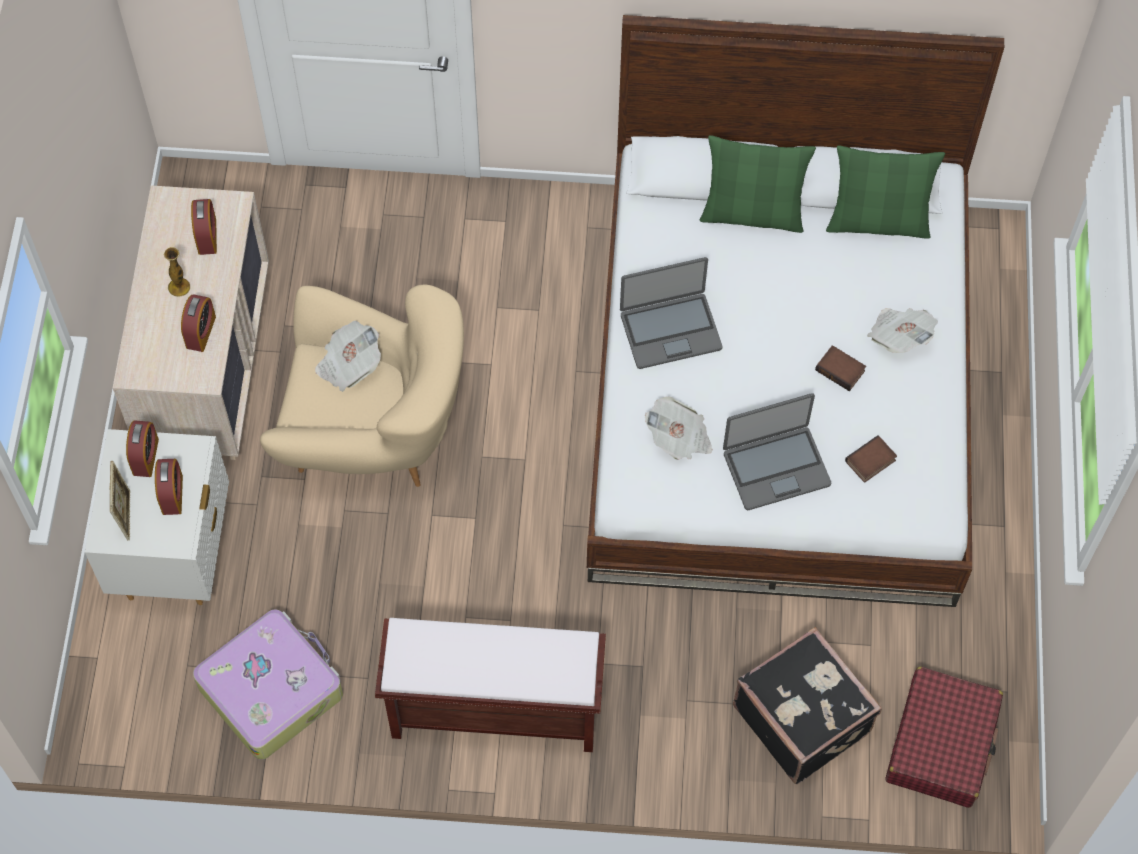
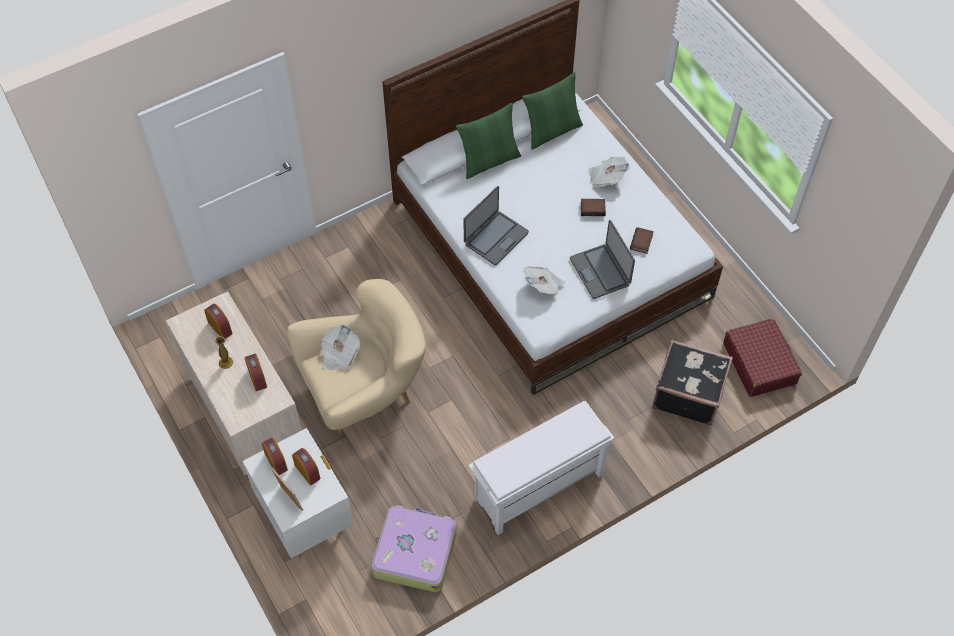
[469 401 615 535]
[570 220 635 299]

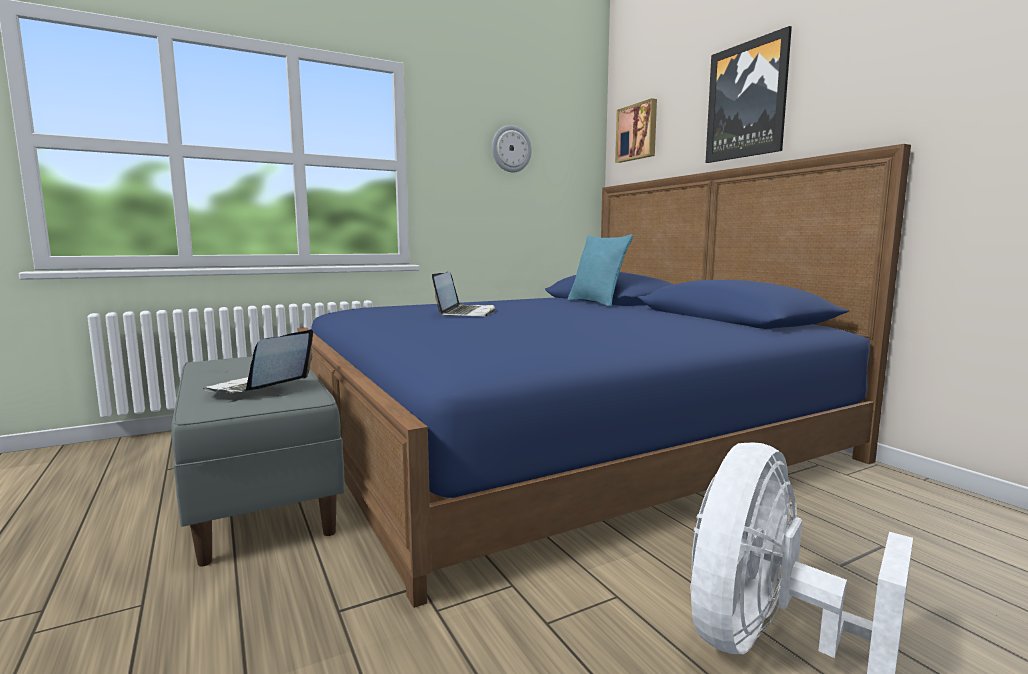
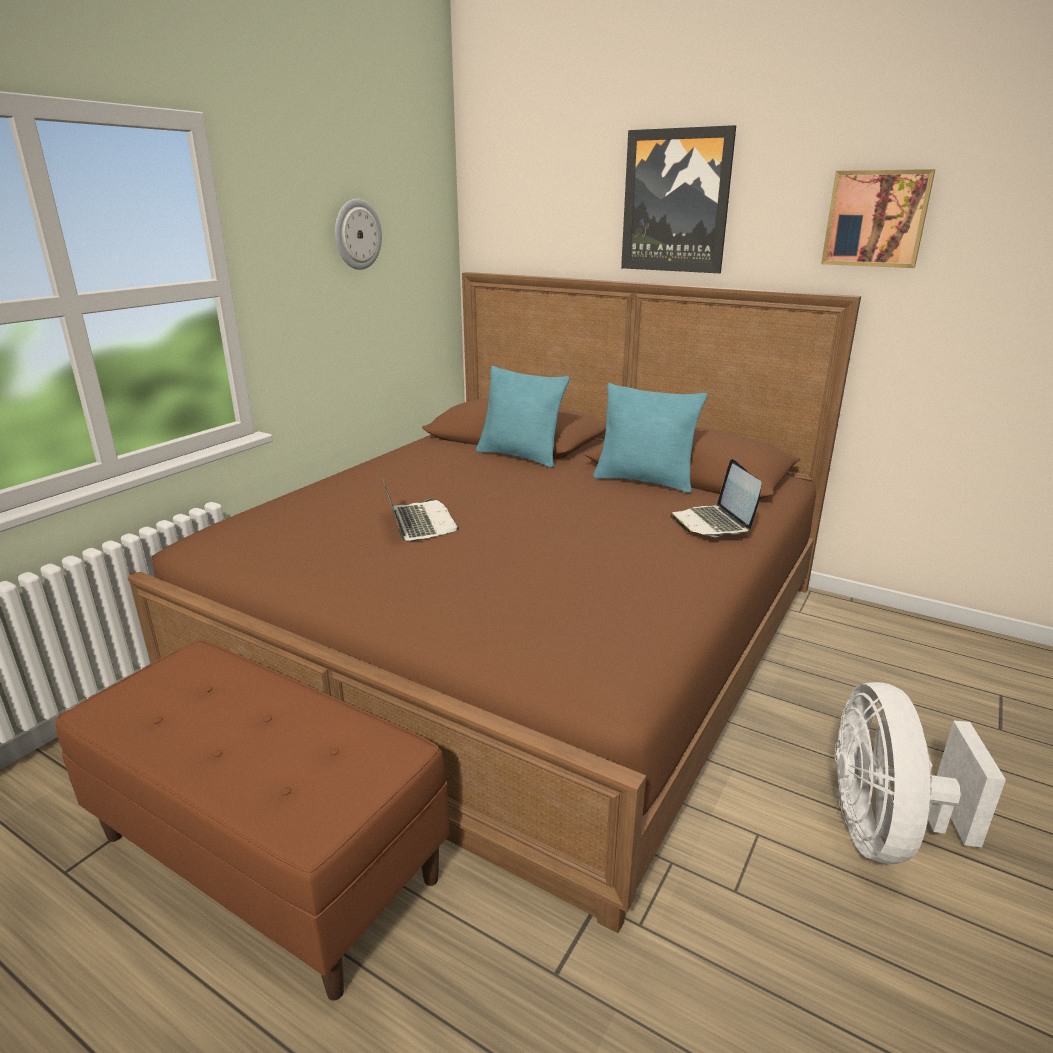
[593 383 707 493]
[670 459 762 537]
[821 169 935 268]
[56 640 450 1001]
[128 272 861 933]

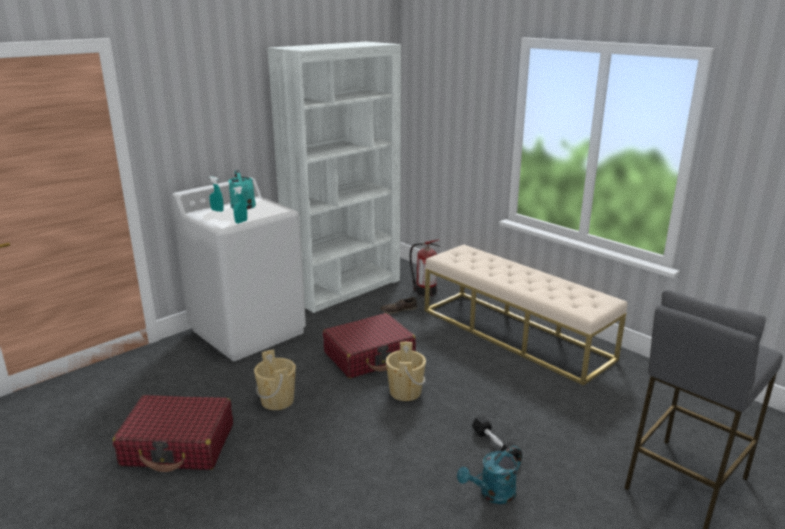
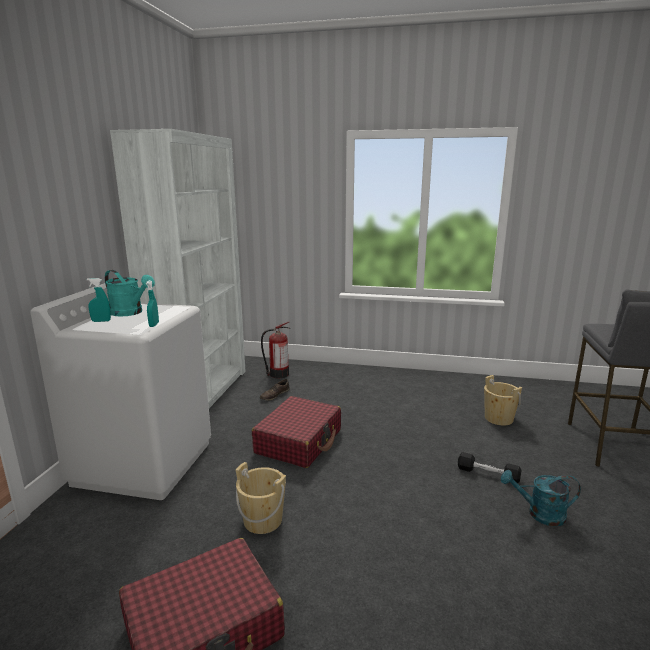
[425 245 627 386] (first image)
[484 375 522 425]
[501 470 581 526]

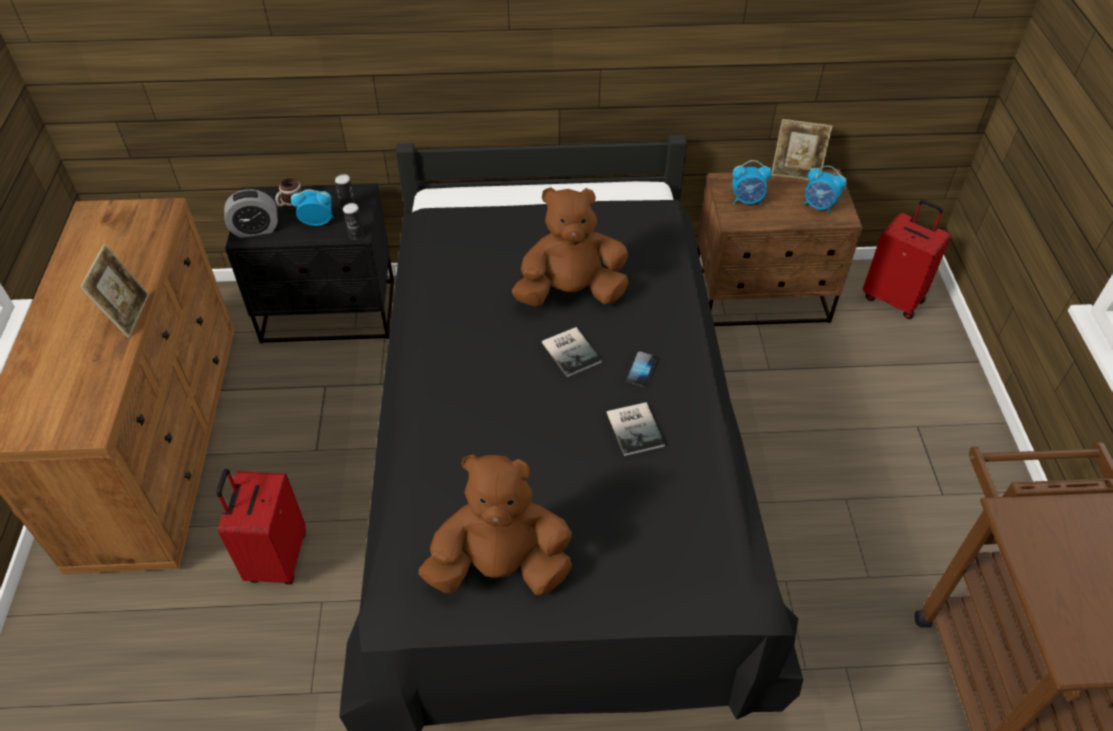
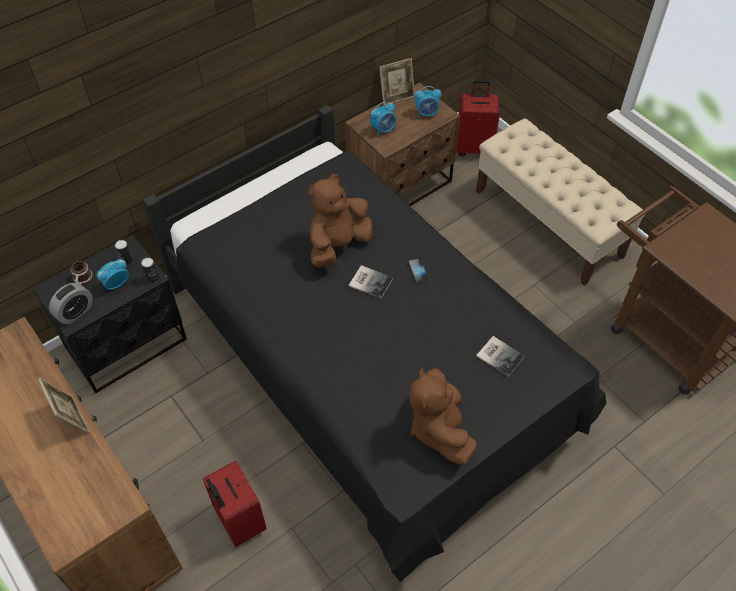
[476 118 646 286]
[476 336 525 377]
[409 368 477 465]

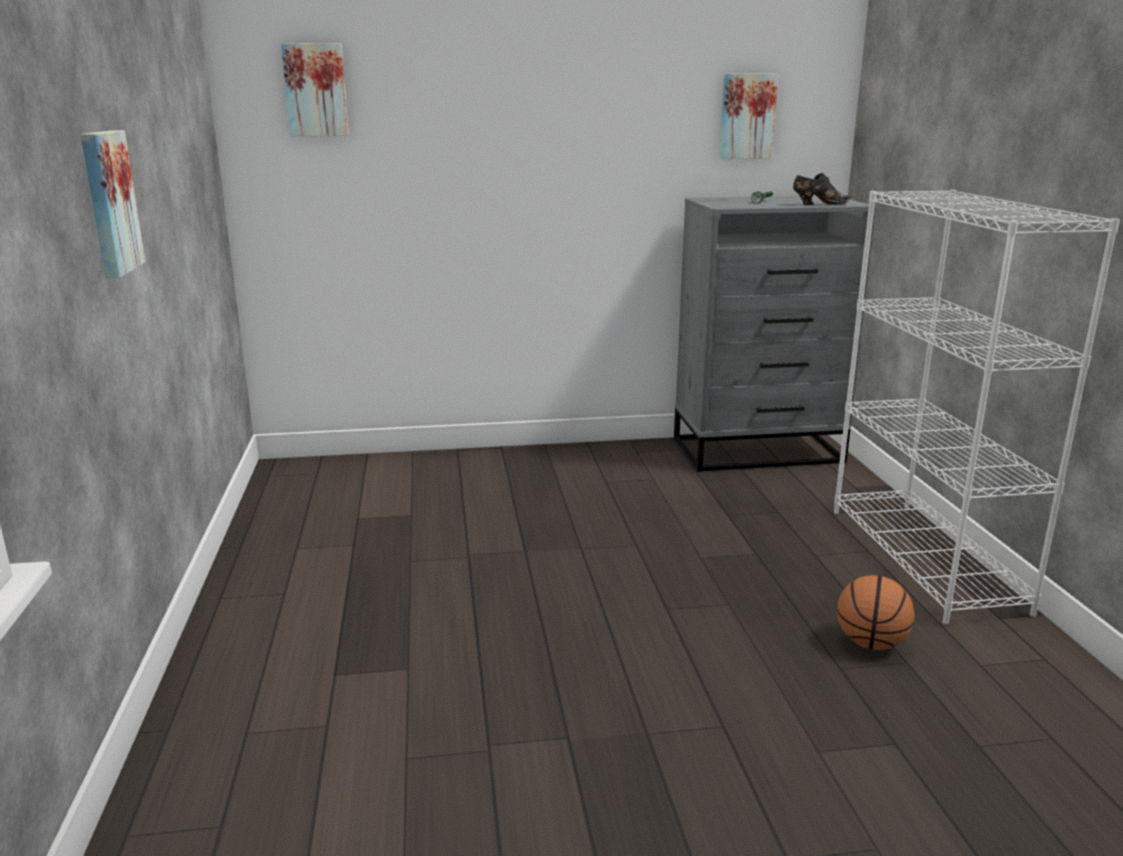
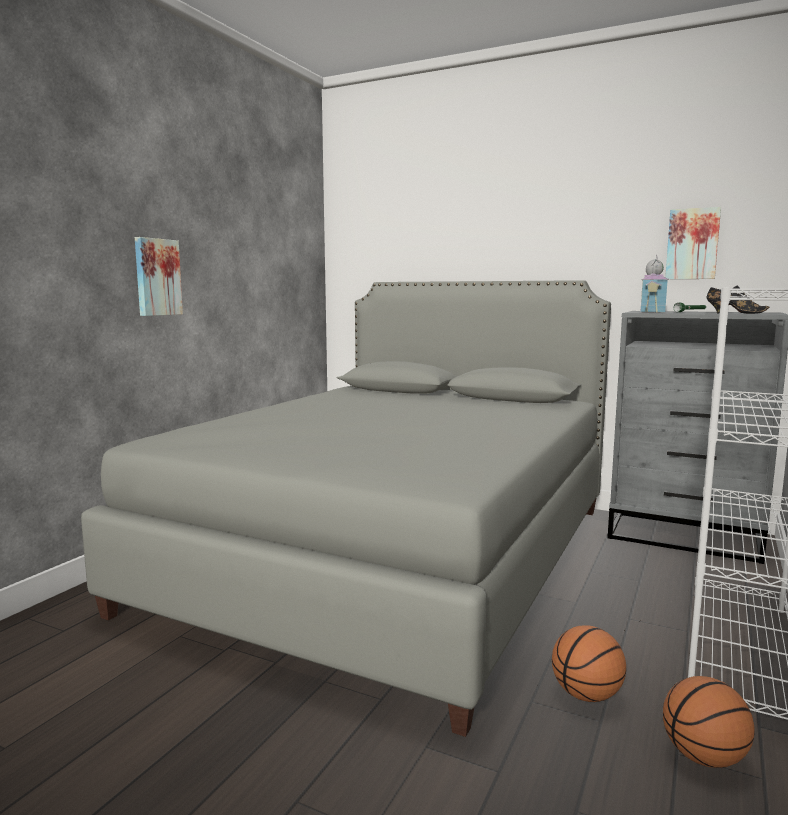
[281 43 349 136] (first image)
[81 280 611 737]
[640 255 669 313]
[663 676 755 768]

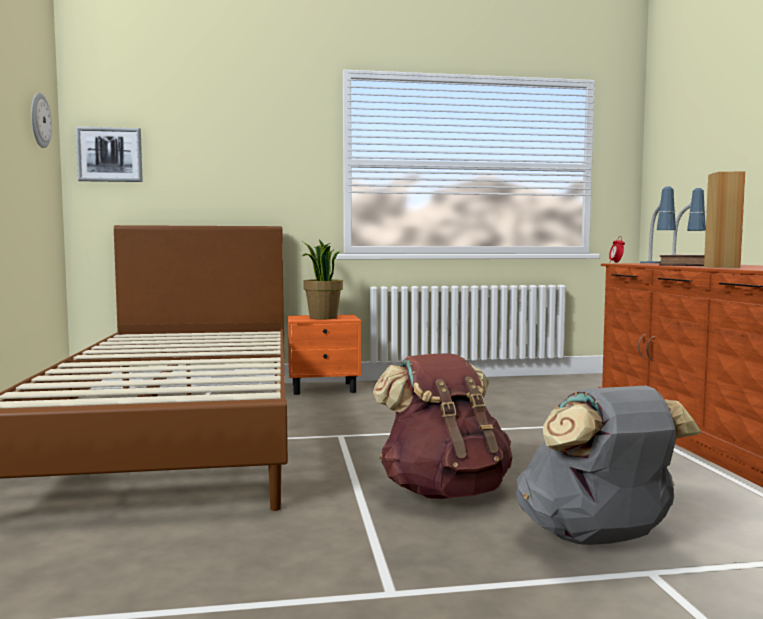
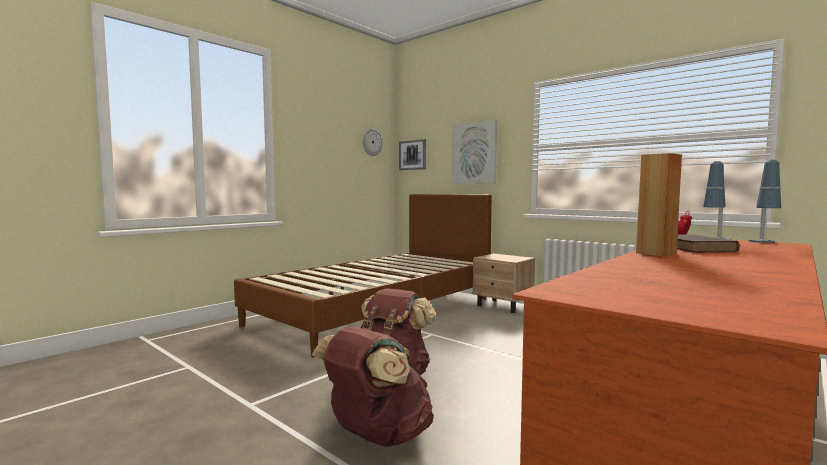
[302 239 343 319] (first image)
[452 120 497 184]
[473 254 535 313]
[312 327 434 447]

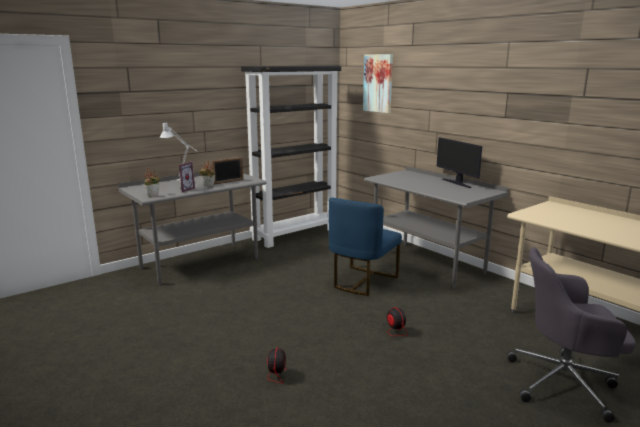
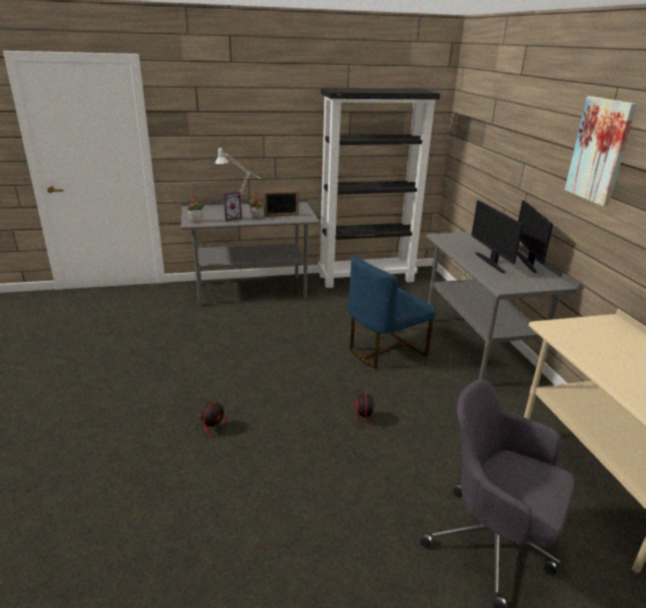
[471 200 523 273]
[565 96 637 206]

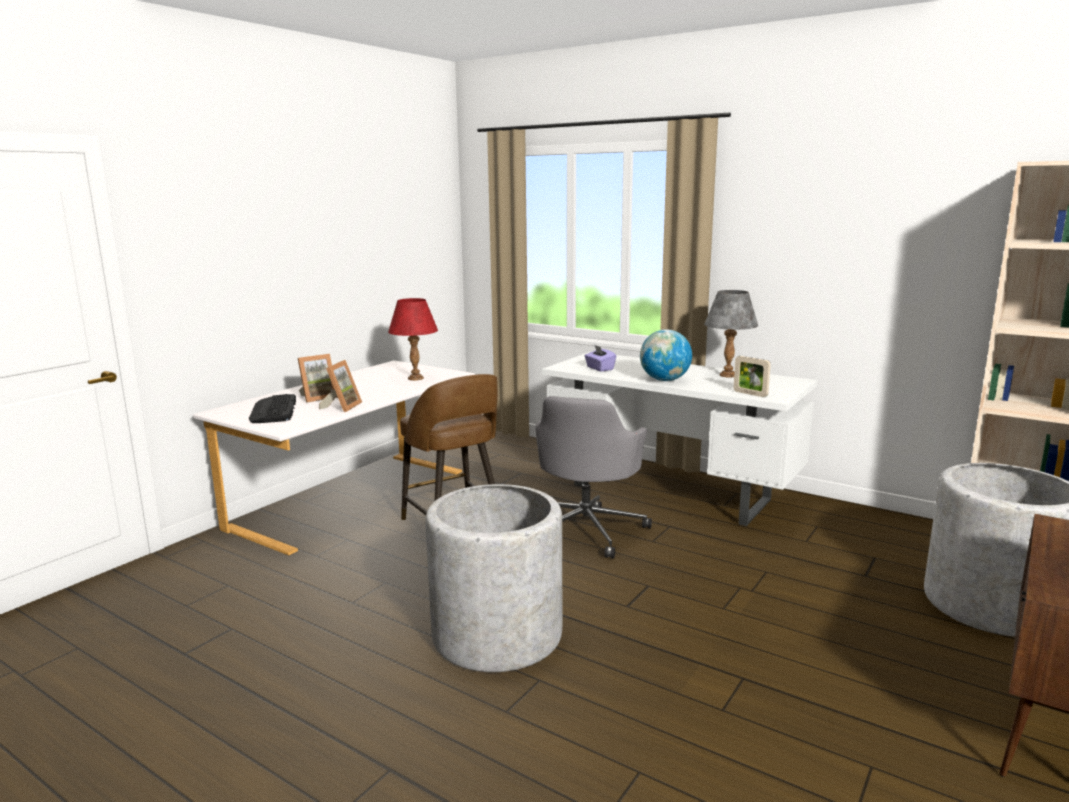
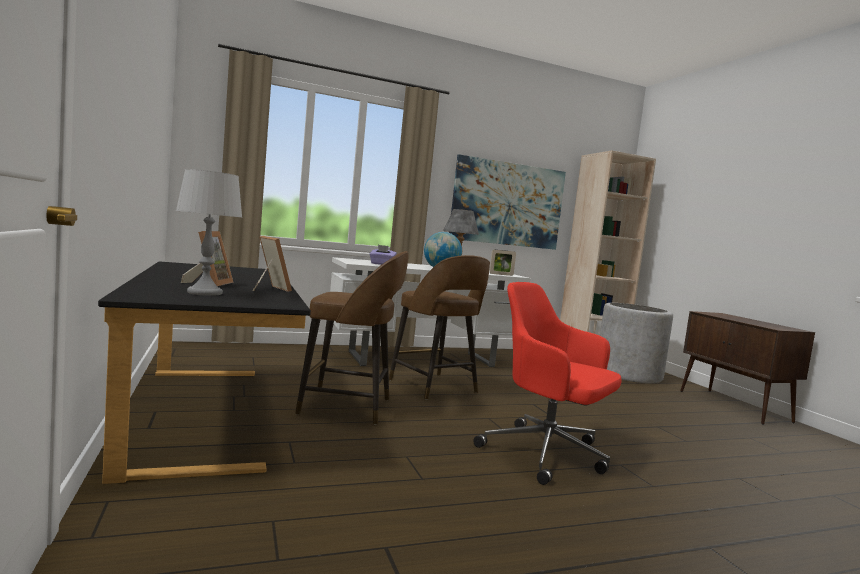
[388 298 438 380] (first image)
[449 155 566 250]
[176 169 242 296]
[473 282 622 485]
[389 255 490 400]
[98 261 311 484]

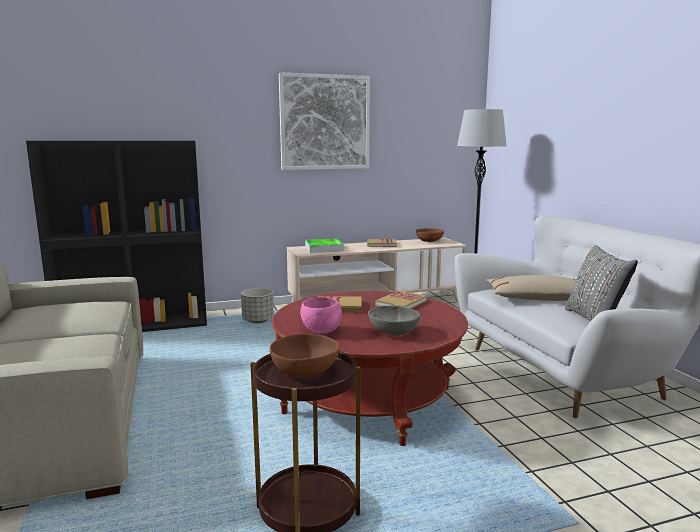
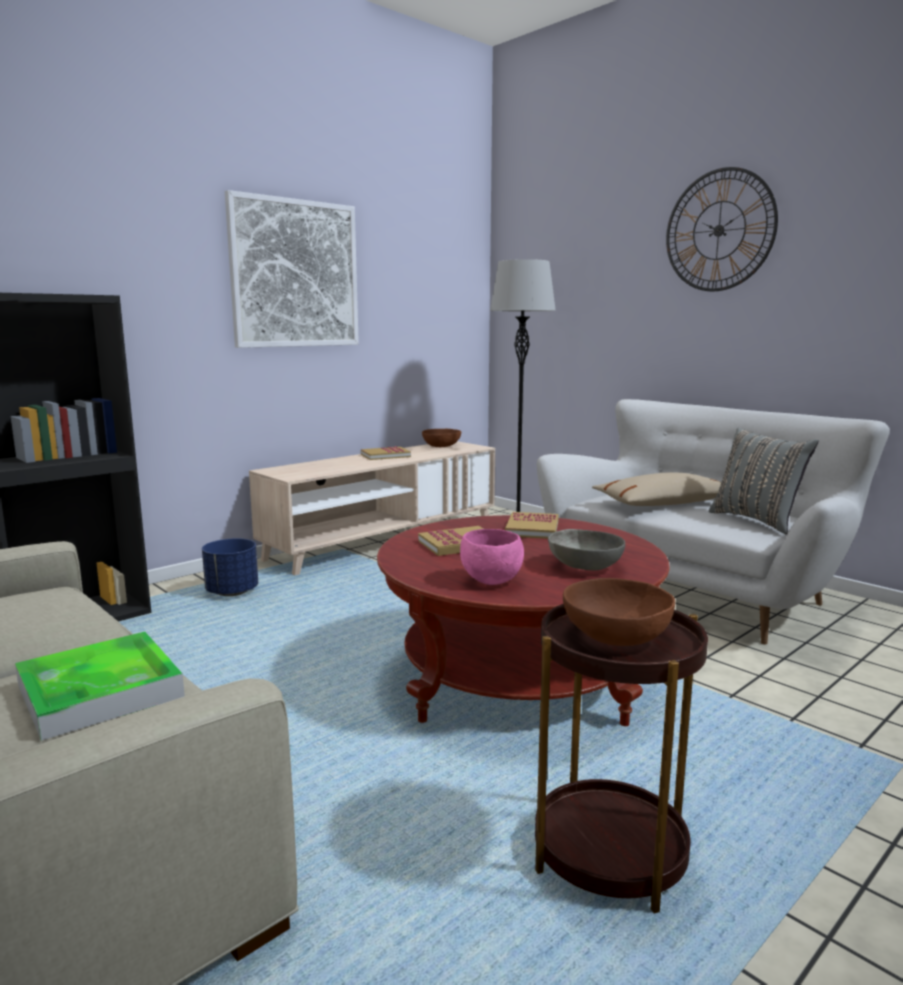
[666 167 778 291]
[15 632 185 741]
[202 538 258 596]

